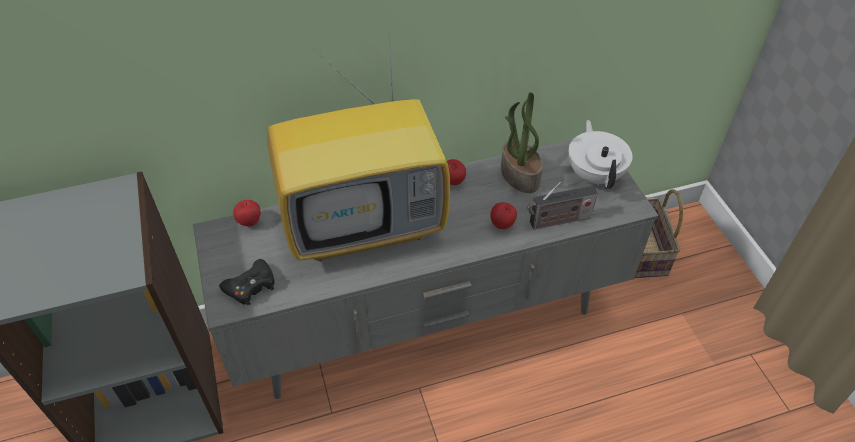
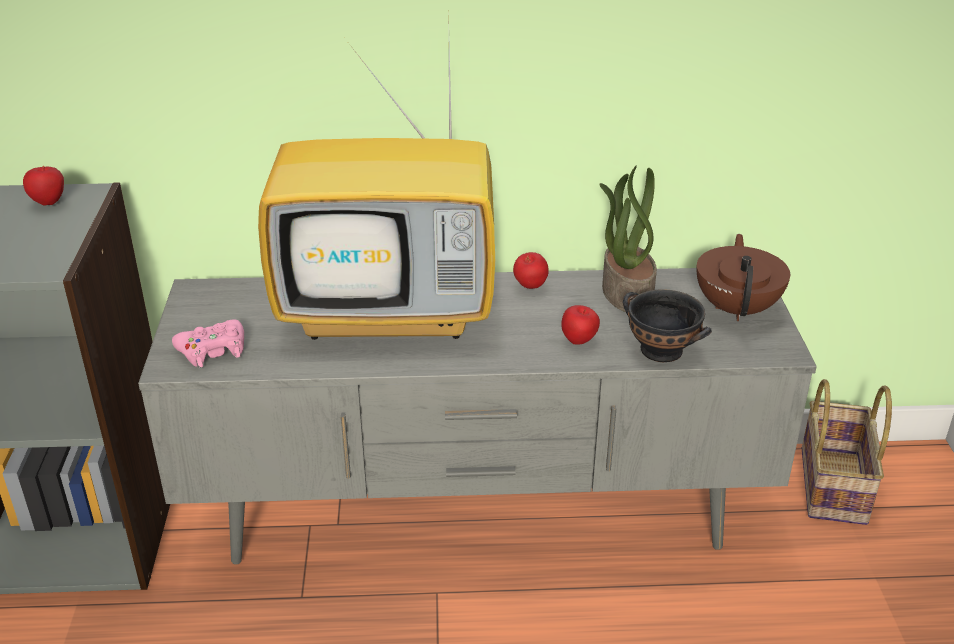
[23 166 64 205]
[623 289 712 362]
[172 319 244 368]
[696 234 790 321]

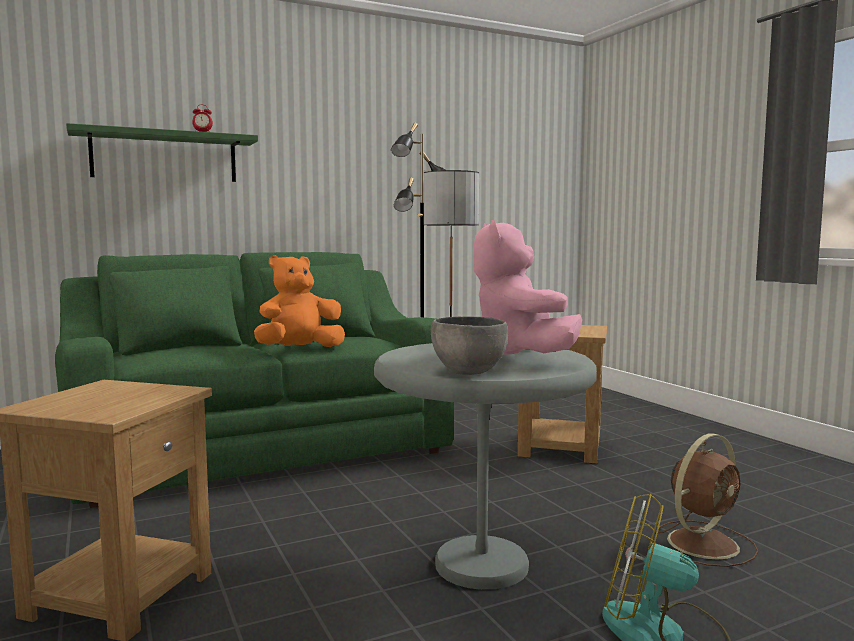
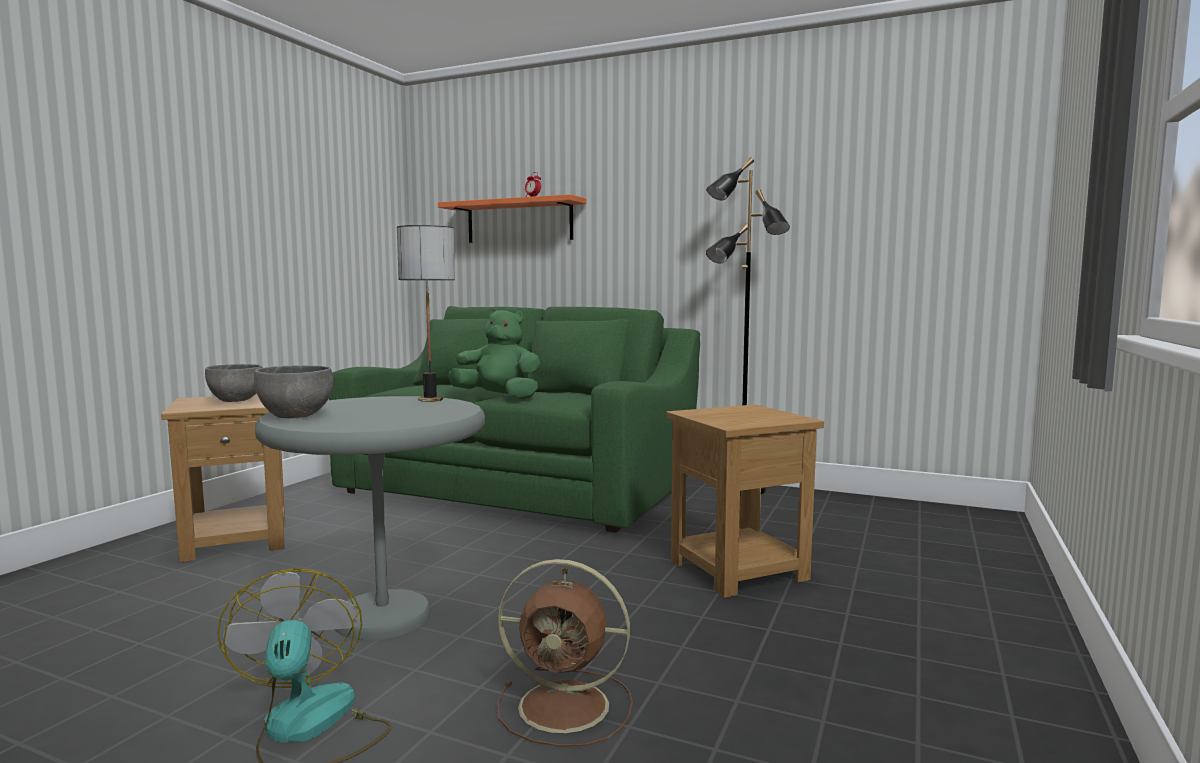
[473 220 582 354] (first image)
[205 364 263 402]
[438 194 586 243]
[448 308 540 399]

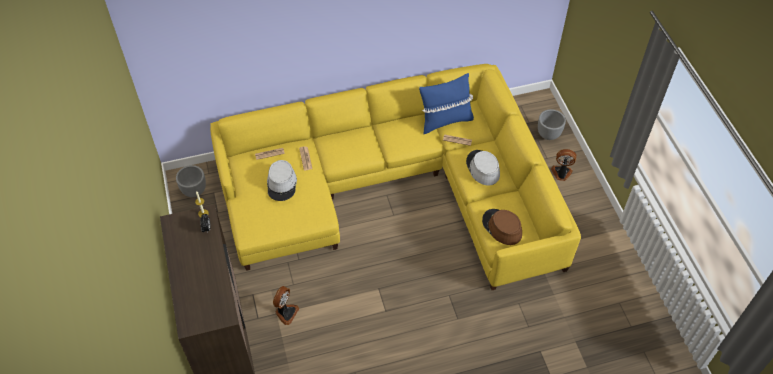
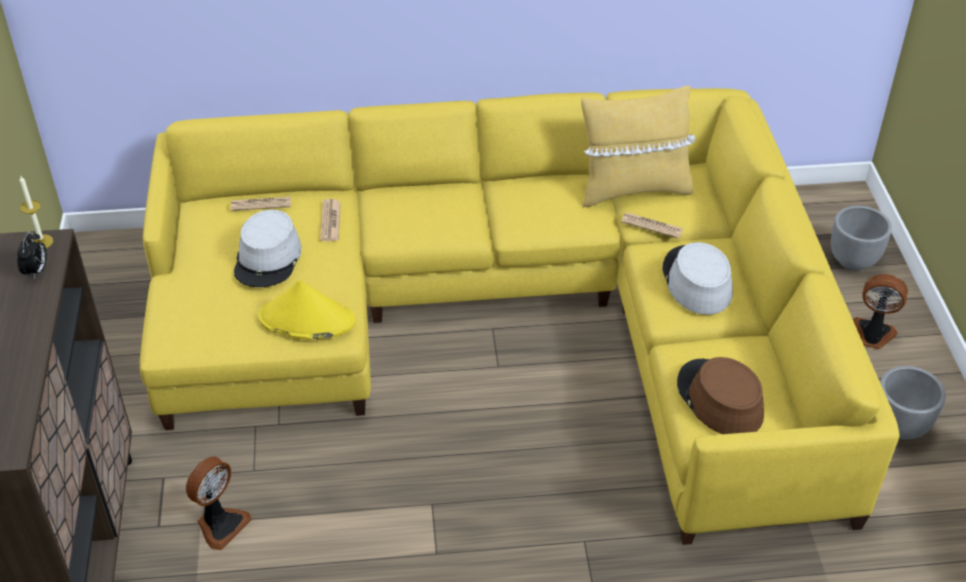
[258 280 356 340]
[880 366 946 440]
[581 86 695 207]

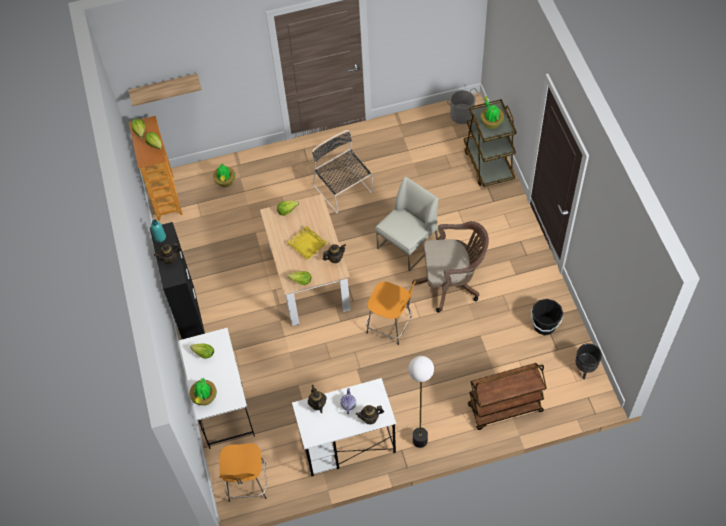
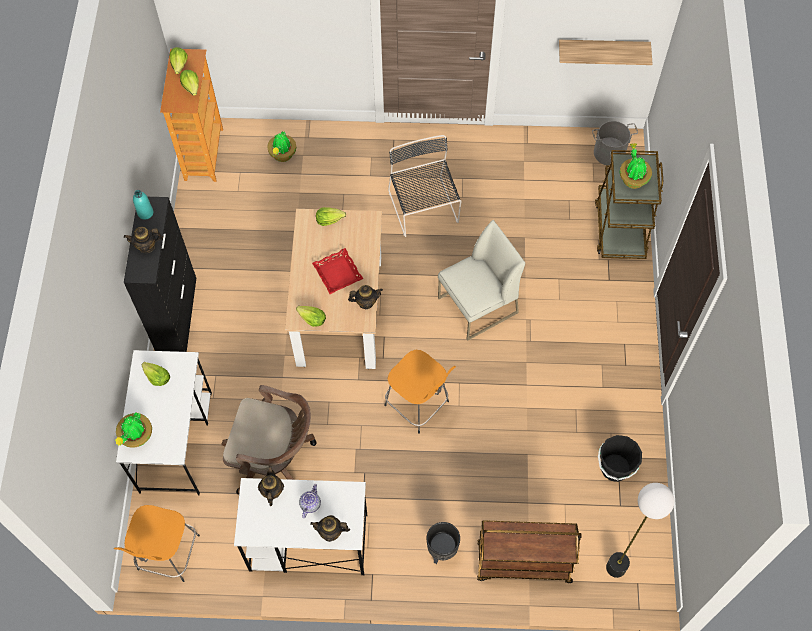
[559 40 653 65]
[606 483 674 578]
[221 385 317 495]
[426 522 460 564]
[312 248 363 294]

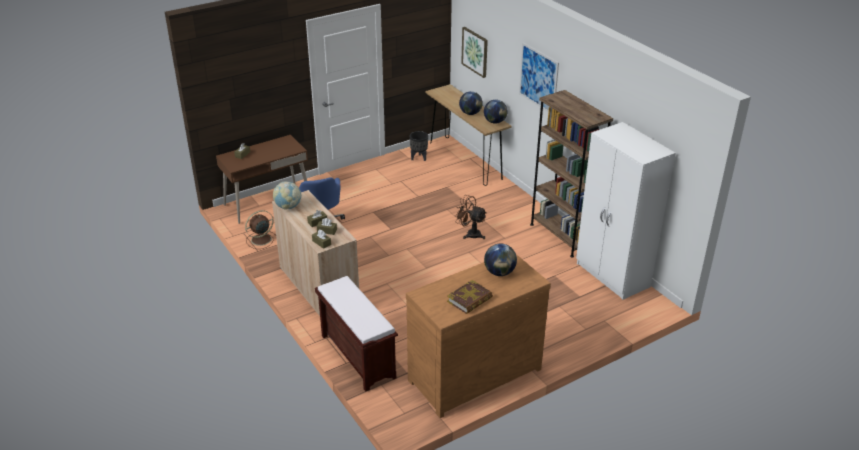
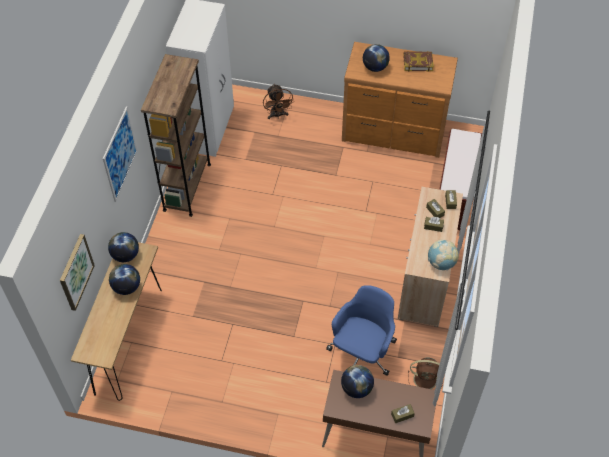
[410 131 428 161] (first image)
[341 365 374 398]
[263 84 294 119]

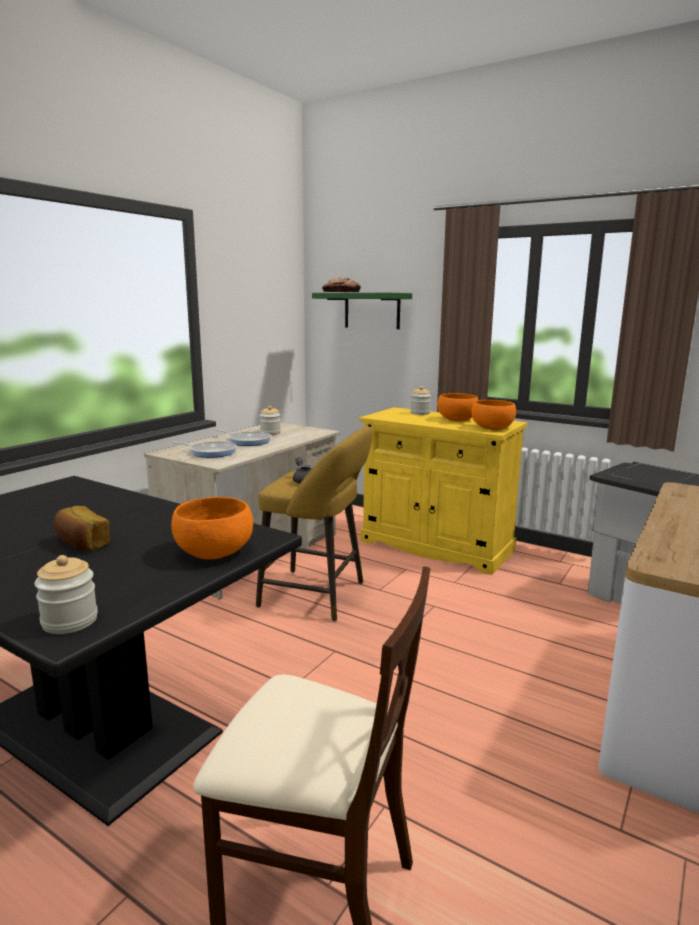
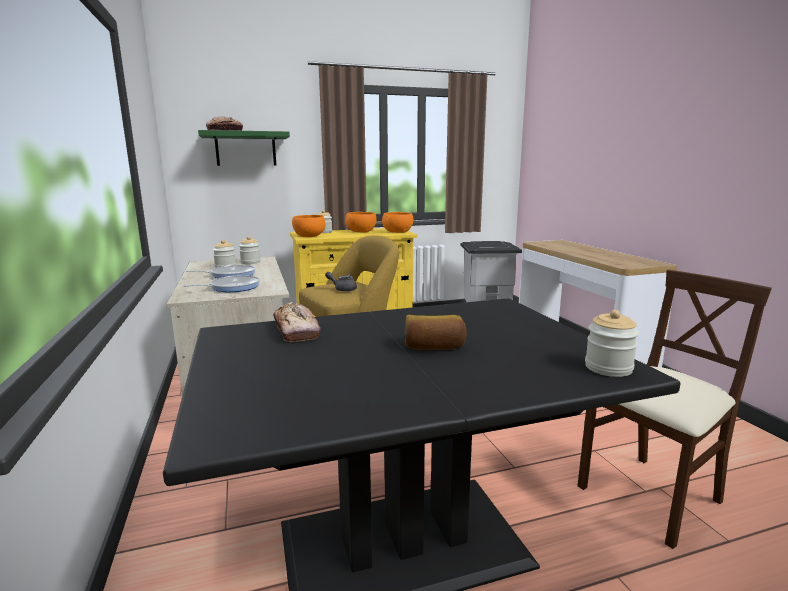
[239 236 261 264]
[273 302 321 342]
[292 215 325 237]

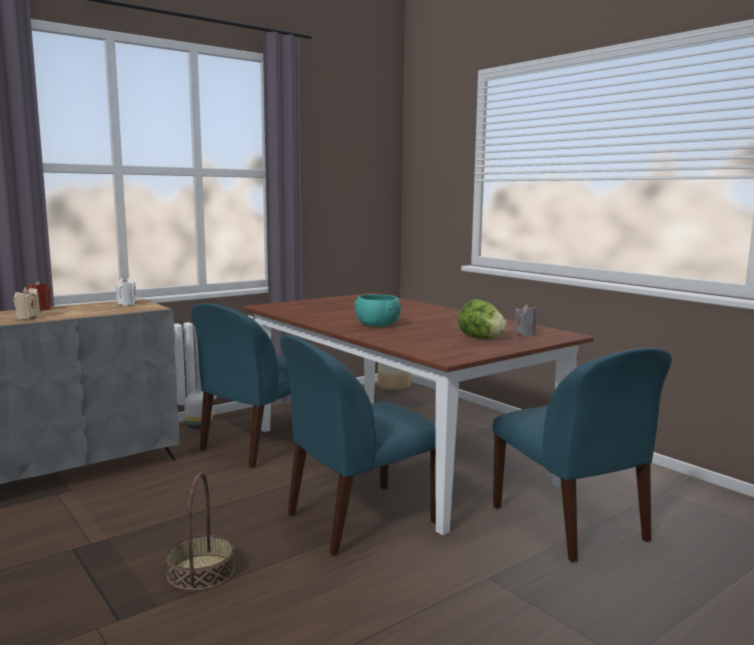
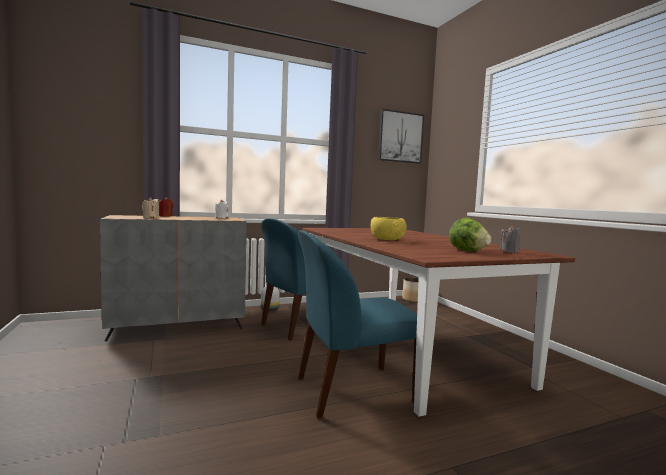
[166 473 235 591] (first image)
[493 348 672 563] (first image)
[378 109 424 163]
[370 217 406 240]

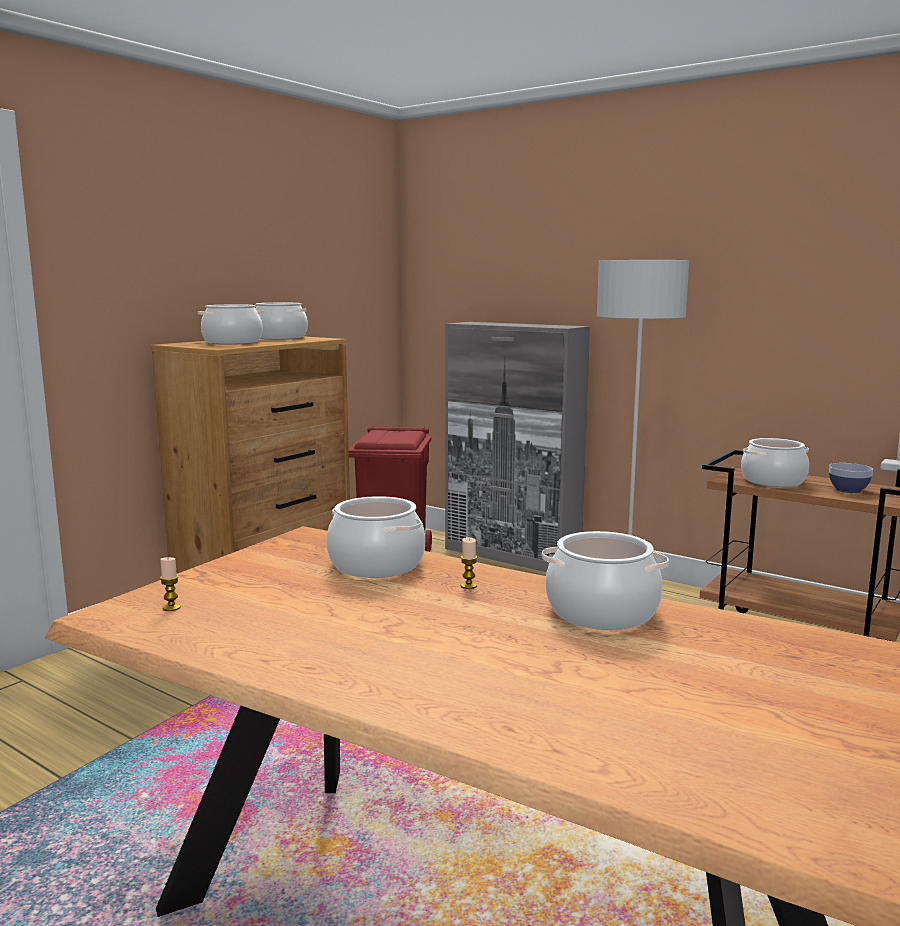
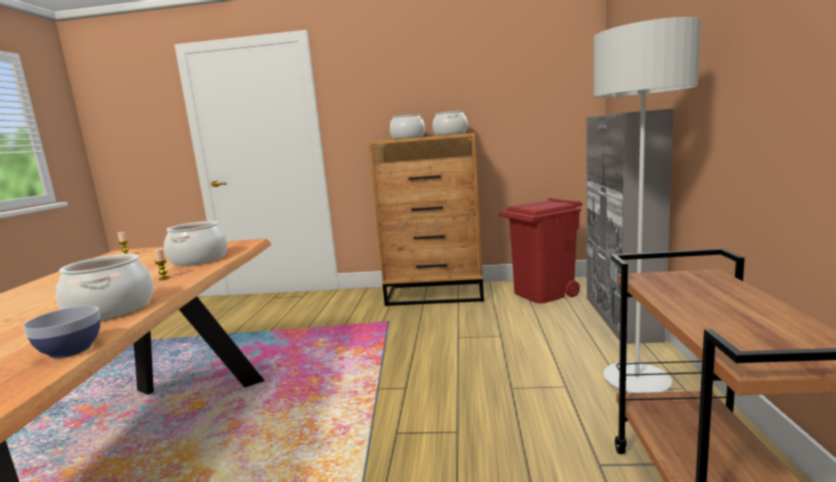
[741 438 809 487] (first image)
[23 305 100 358]

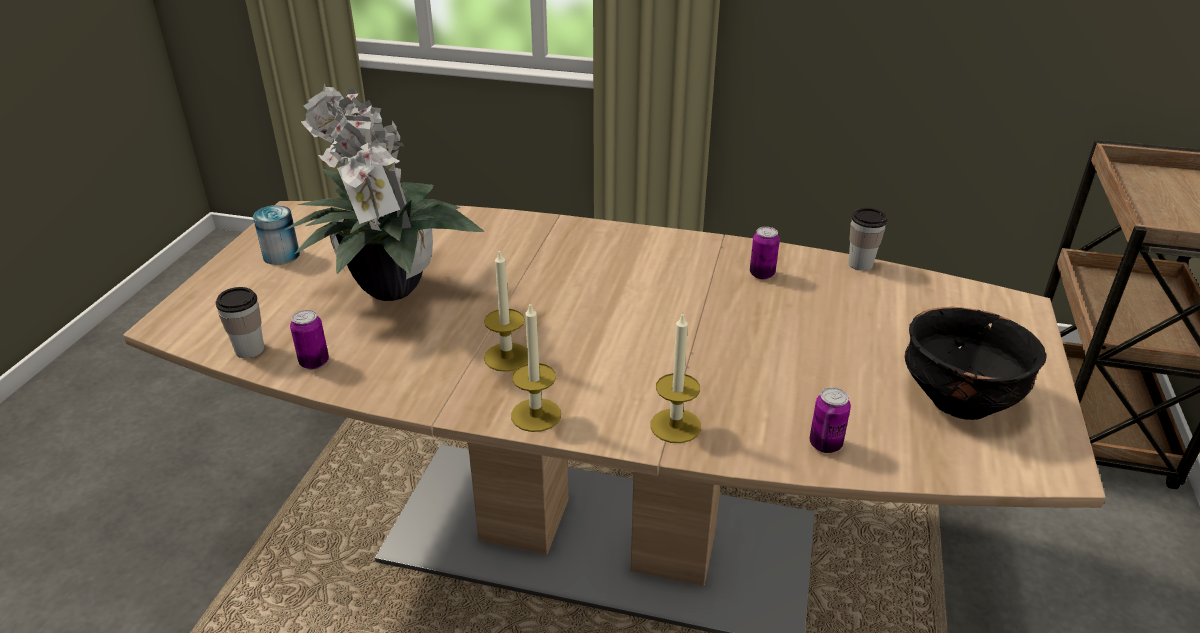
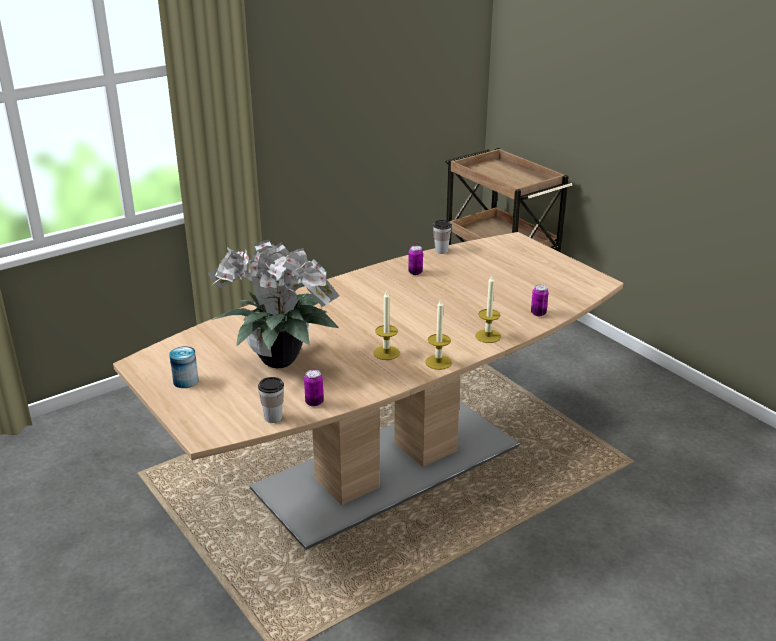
[905 307 1046 420] (first image)

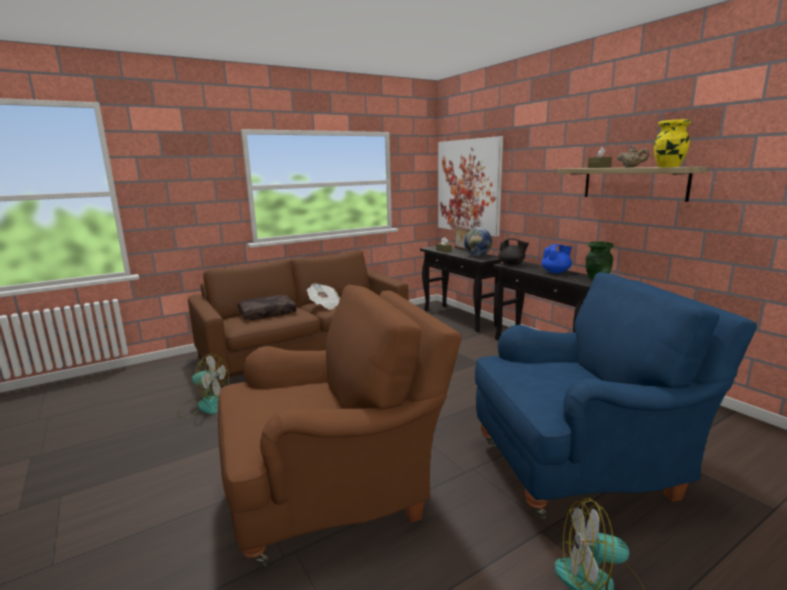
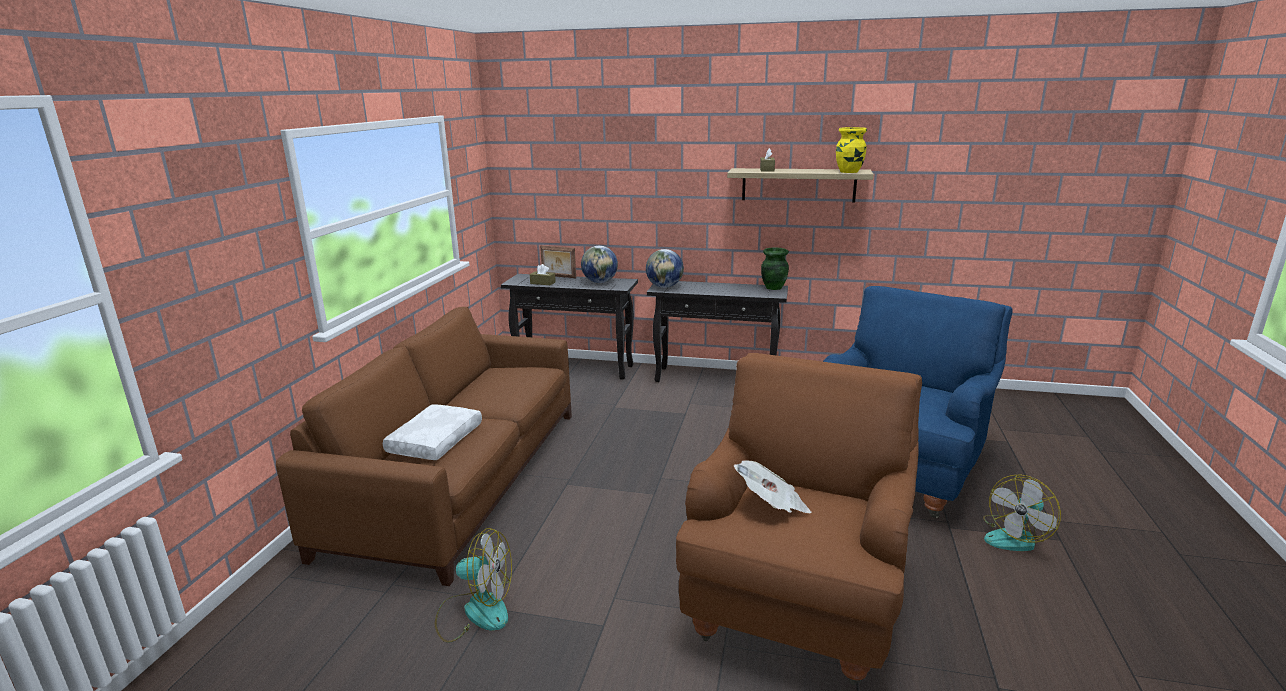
[438 136 503 237] (first image)
[541 244 572 273] (first image)
[617 146 649 168] (first image)
[734 460 811 513]
[646 249 684 288]
[383 404 482 460]
[435 528 512 643]

